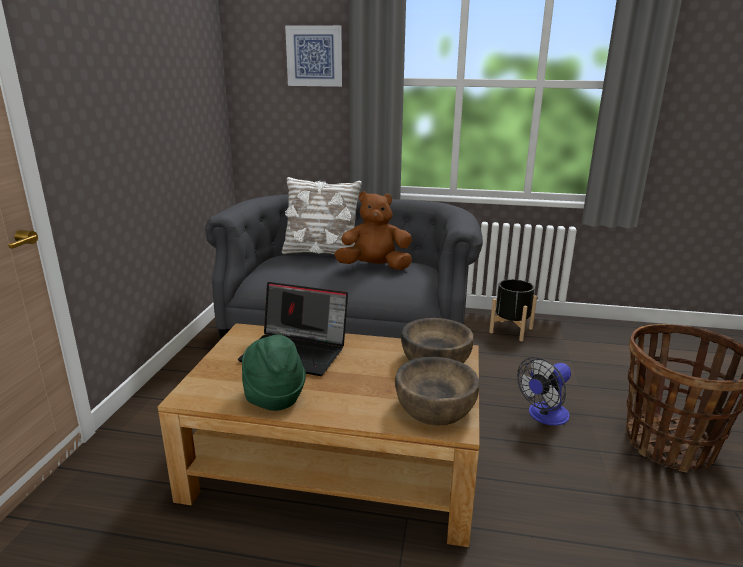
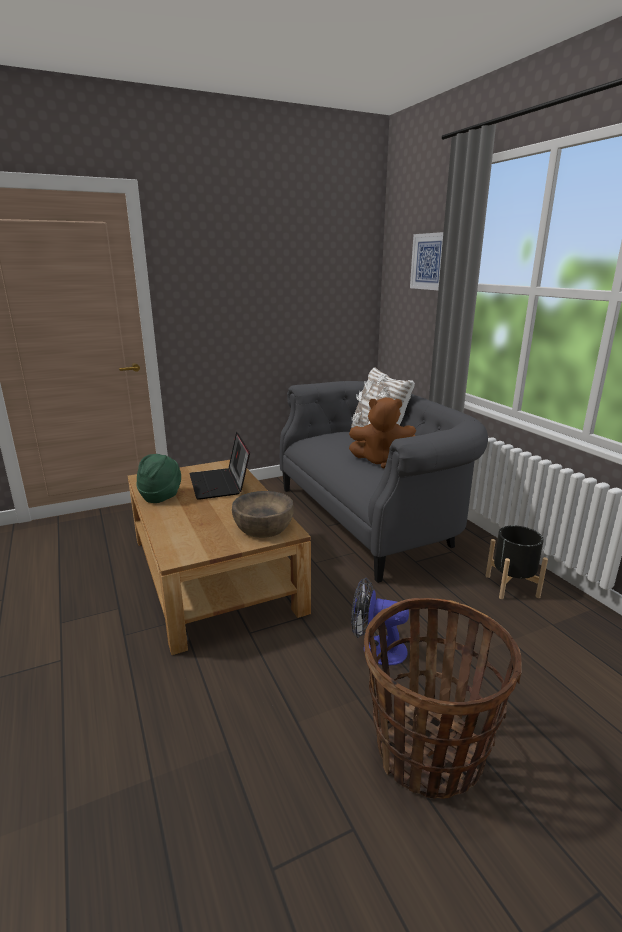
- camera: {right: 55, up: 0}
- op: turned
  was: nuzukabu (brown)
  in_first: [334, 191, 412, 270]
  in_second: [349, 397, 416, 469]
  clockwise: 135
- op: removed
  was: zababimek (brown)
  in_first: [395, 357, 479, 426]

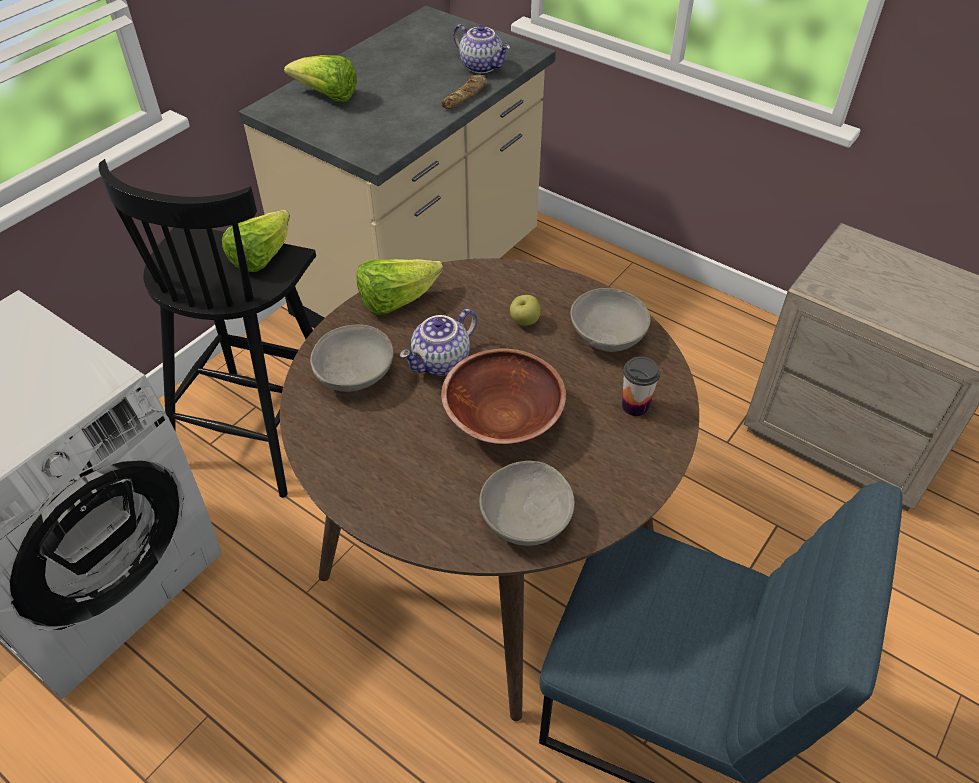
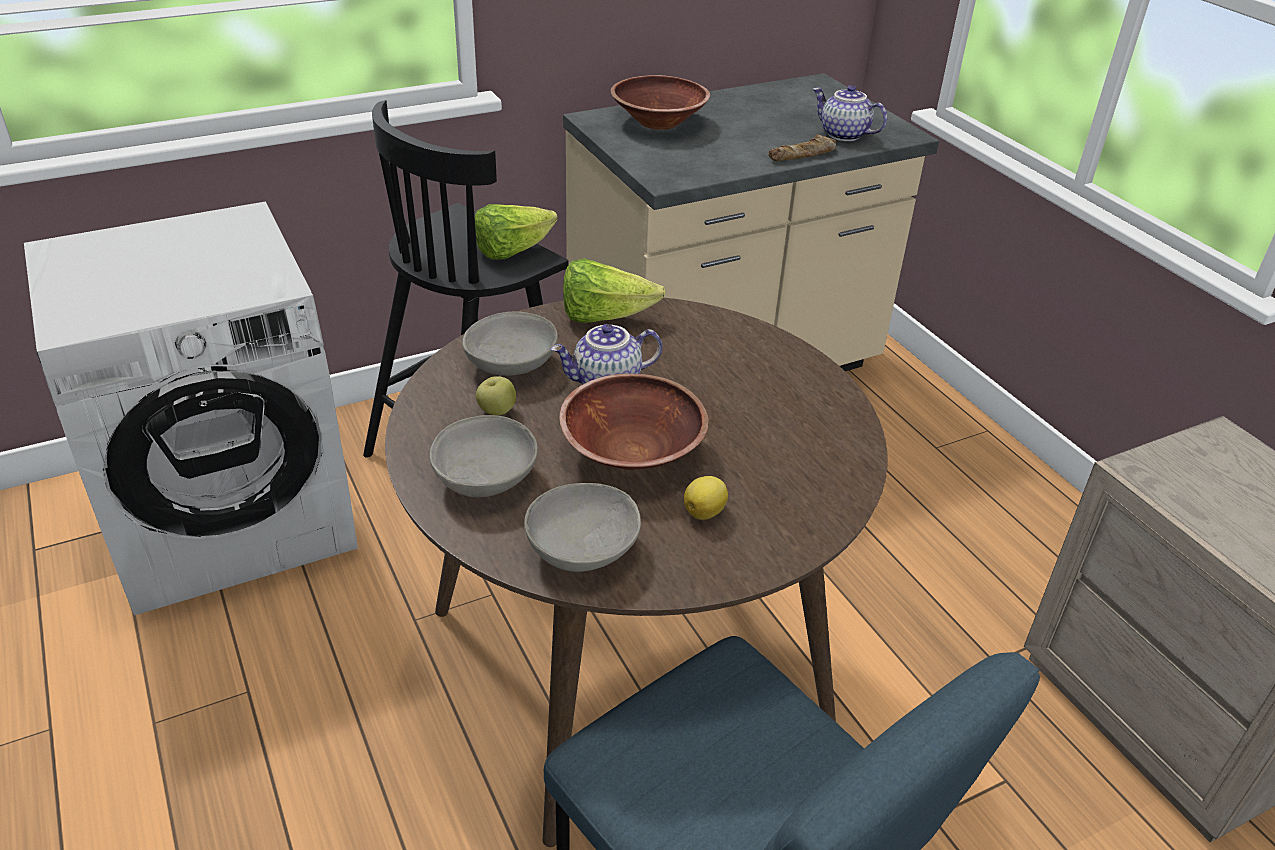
- camera: {right: 25, up: -10}
- op: replaced
  was: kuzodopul
  now: zababimek (brown)
  in_first: [284, 55, 357, 102]
  in_second: [610, 75, 710, 130]
- op: turned
  was: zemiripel
  in_first: [453, 24, 510, 74]
  in_second: [813, 85, 887, 141]
  clockwise: 150
- op: moved
  was: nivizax
  in_first: [510, 295, 541, 326]
  in_second: [476, 376, 516, 415]
- op: moved
  was: zababimek (grey)
  in_first: [571, 288, 650, 352]
  in_second: [429, 415, 538, 497]
- op: removed
  was: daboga
  in_first: [622, 356, 660, 416]
- op: added
  now: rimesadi
  in_second: [684, 476, 728, 520]

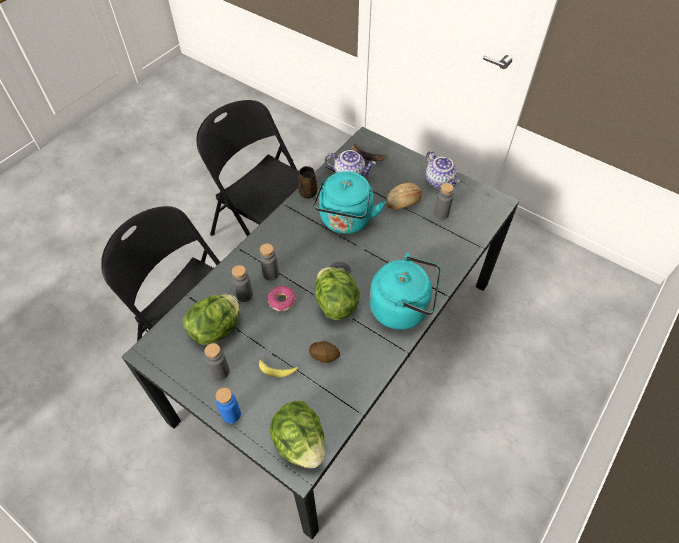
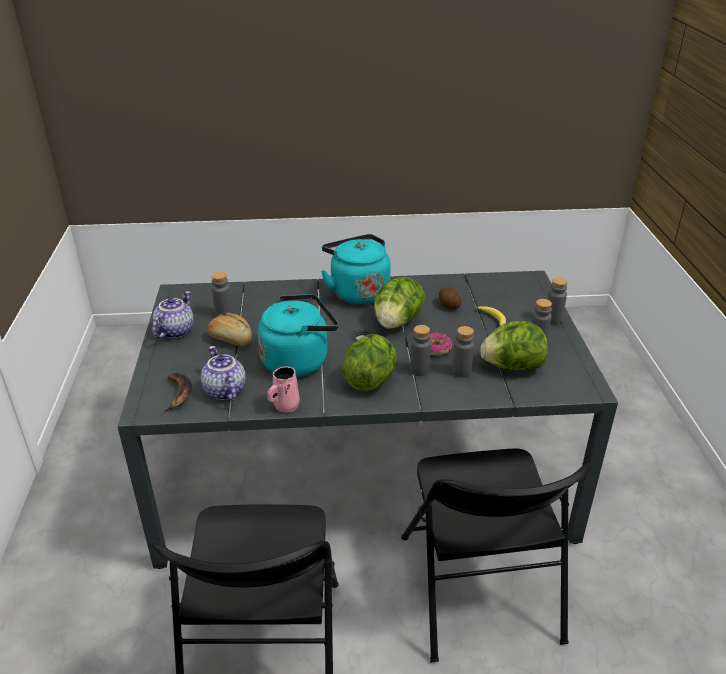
- camera: {right: -130, up: -20}
- op: recoloured
  was: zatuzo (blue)
  now: zatuzo (grey)
  in_first: [215, 388, 241, 423]
  in_second: [547, 277, 567, 325]
- op: moved
  was: kuzodopul
  in_first: [270, 401, 325, 468]
  in_second: [342, 334, 398, 391]
- op: recoloured
  was: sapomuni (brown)
  now: sapomuni (pink)
  in_first: [298, 166, 317, 199]
  in_second: [267, 366, 300, 413]

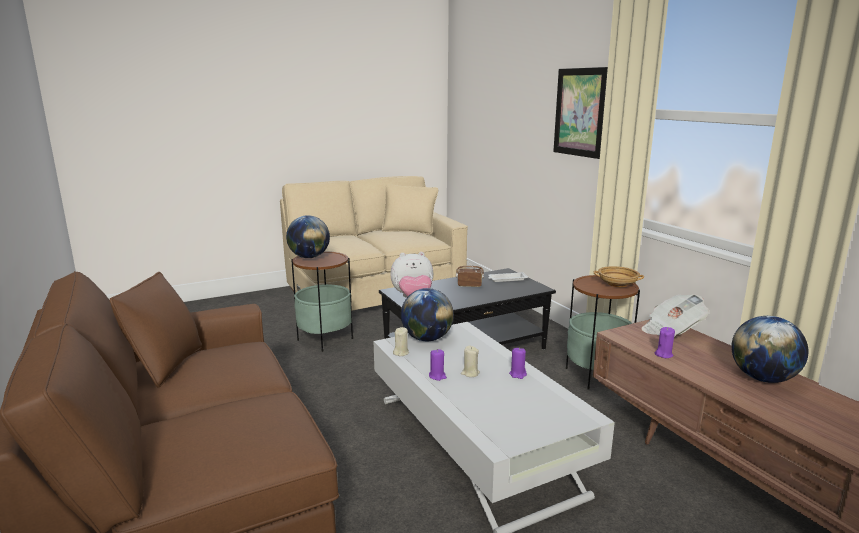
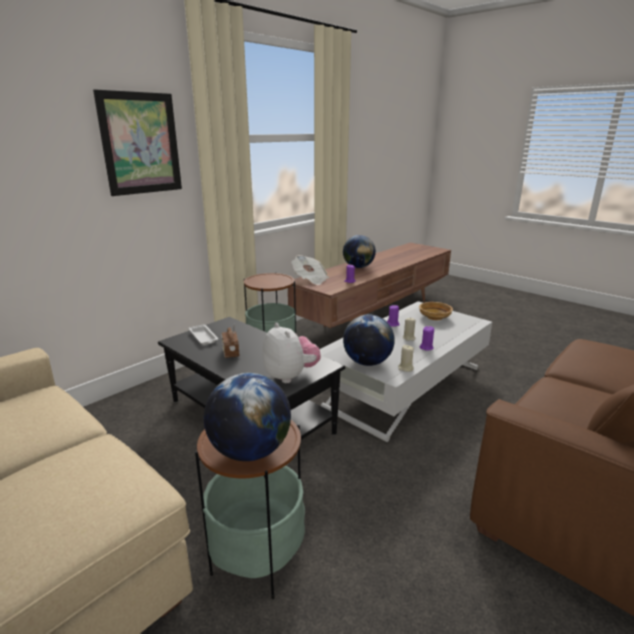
- camera: {right: -110, up: 5}
- op: moved
  was: zababimek (beige)
  in_first: [594, 266, 644, 287]
  in_second: [419, 302, 453, 320]

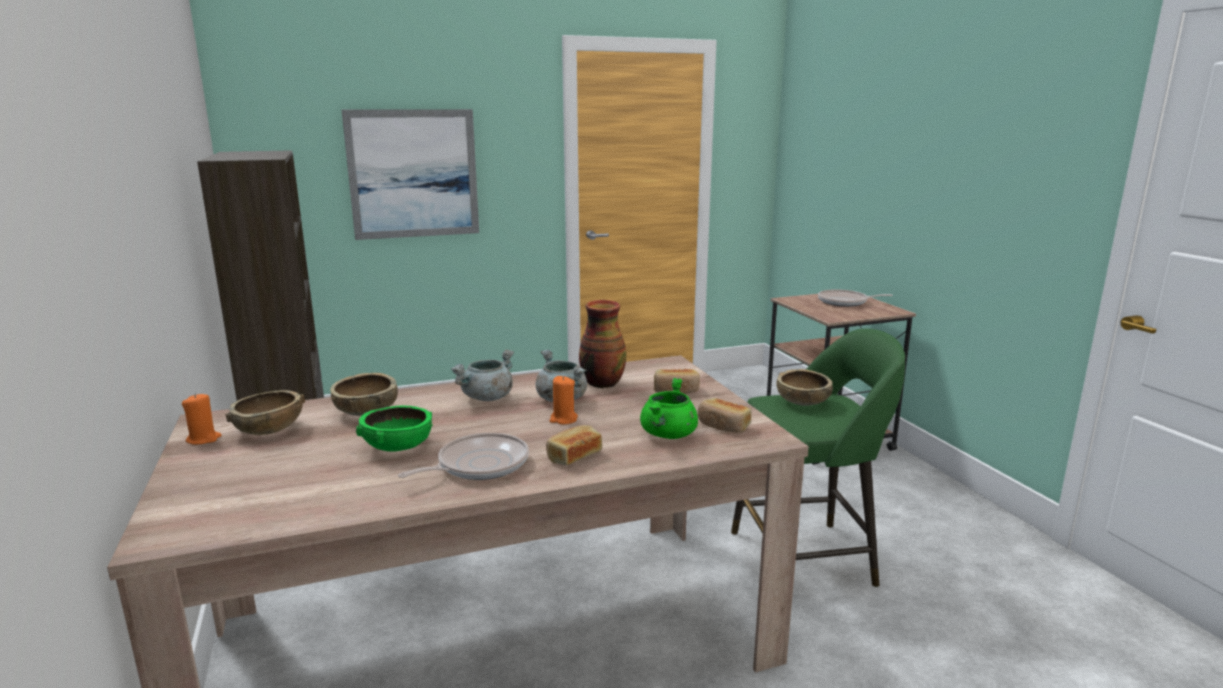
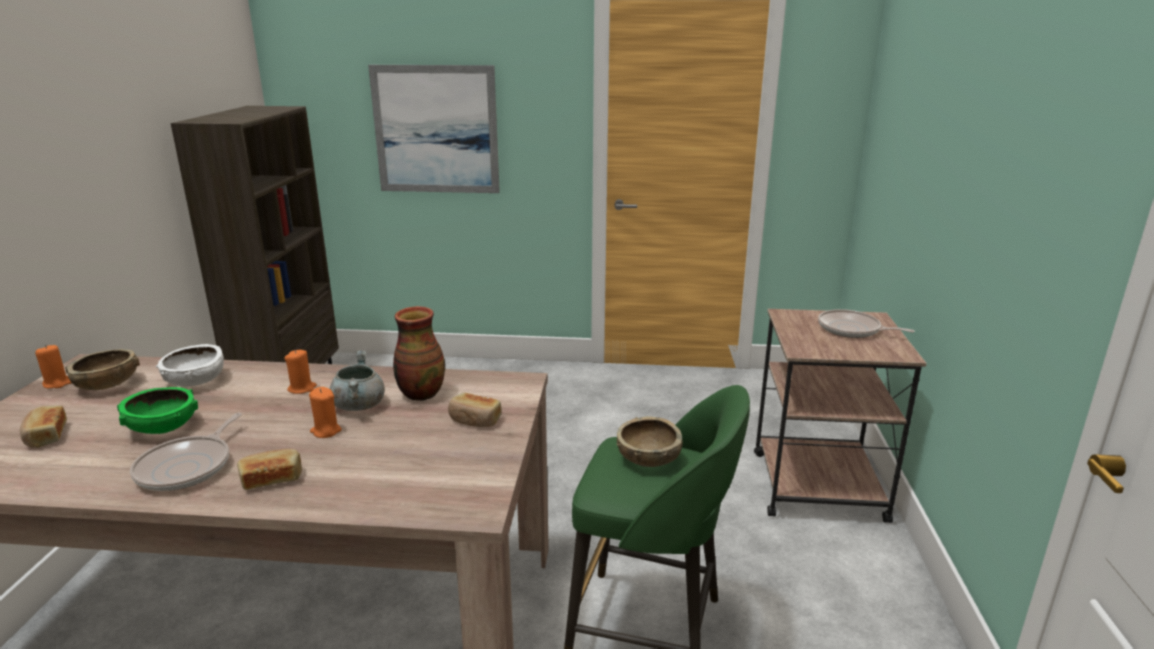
- camera: {right: 25, up: 5}
- op: recoloured
  was: zababimek (brown)
  now: zababimek (white)
  in_first: [330, 373, 398, 416]
  in_second: [156, 344, 224, 387]
- op: turned
  was: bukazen
  in_first: [398, 433, 529, 480]
  in_second: [130, 413, 242, 491]
  clockwise: 120
- op: replaced
  was: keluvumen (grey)
  now: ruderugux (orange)
  in_first: [451, 350, 514, 401]
  in_second: [284, 349, 317, 394]
- op: removed
  was: keluvumen (green)
  in_first: [640, 378, 698, 439]
- op: moved
  was: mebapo
  in_first: [698, 398, 752, 433]
  in_second: [20, 406, 67, 448]

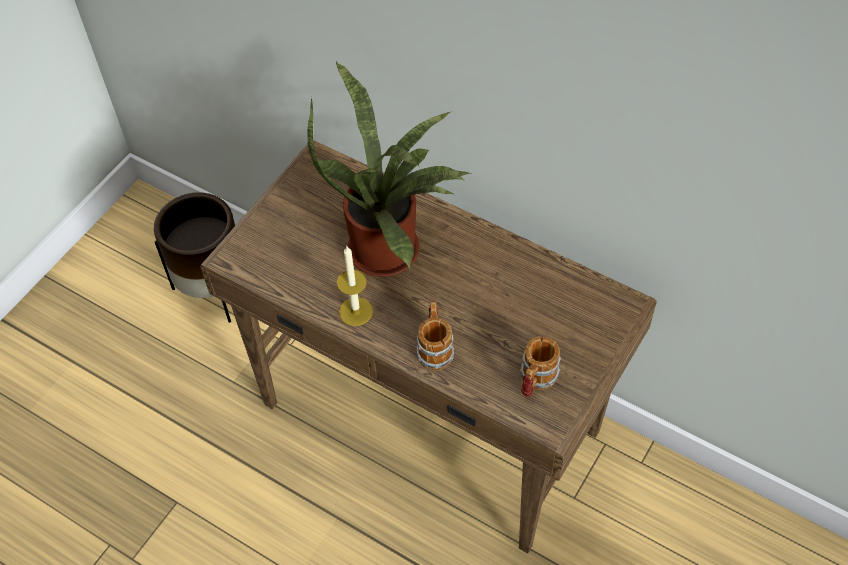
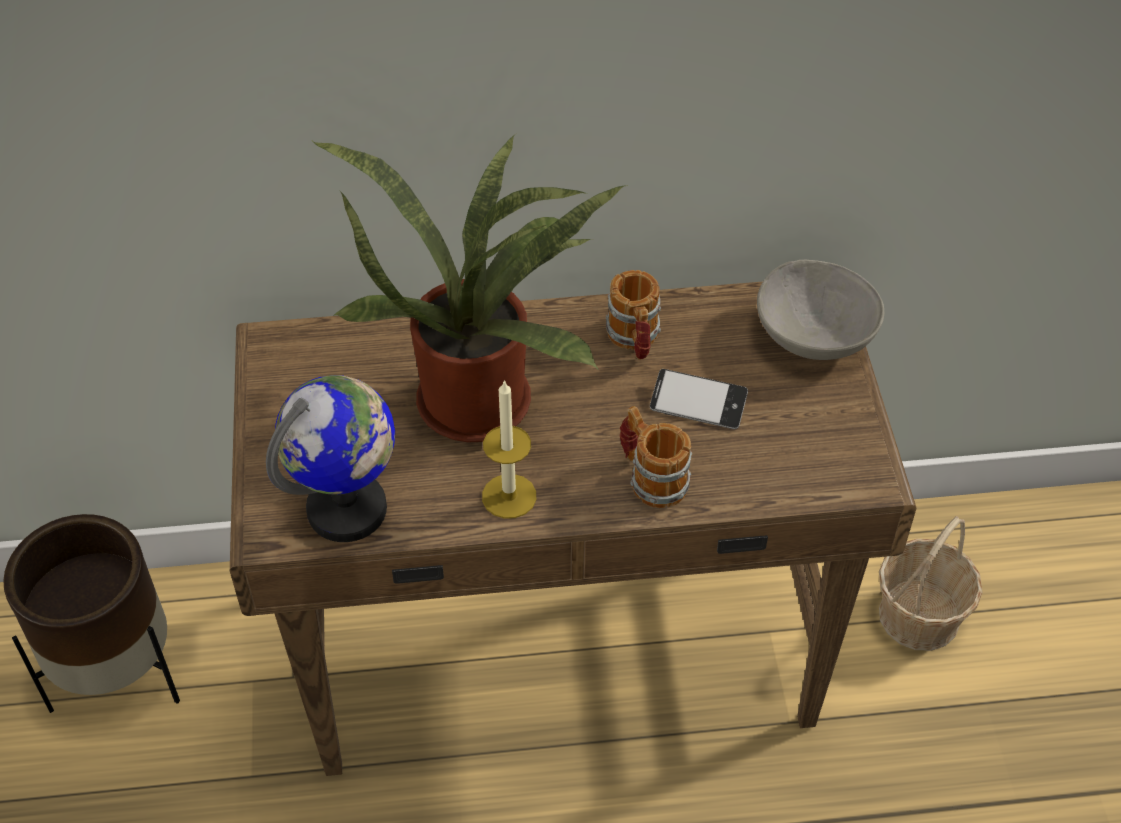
- camera: {right: -40, up: -5}
- op: moved
  was: sapomuni
  in_first: [520, 336, 561, 397]
  in_second: [606, 270, 661, 360]
- op: added
  now: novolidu
  in_second: [266, 375, 395, 542]
- op: added
  now: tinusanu
  in_second: [650, 369, 748, 429]
- op: added
  now: zababimek (grey)
  in_second: [757, 259, 884, 360]
- op: added
  now: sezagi
  in_second: [879, 516, 983, 651]

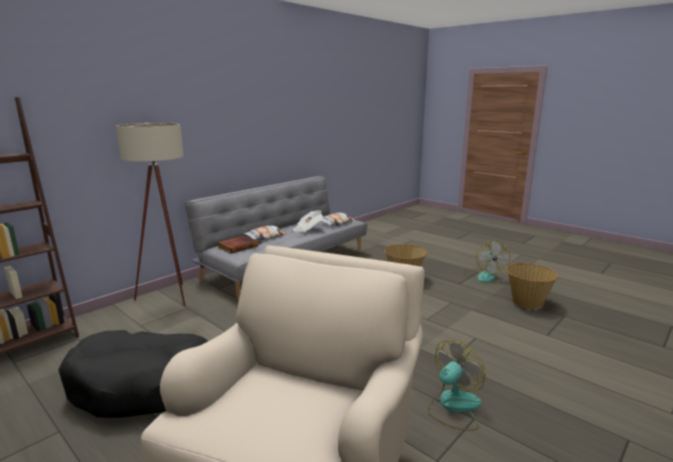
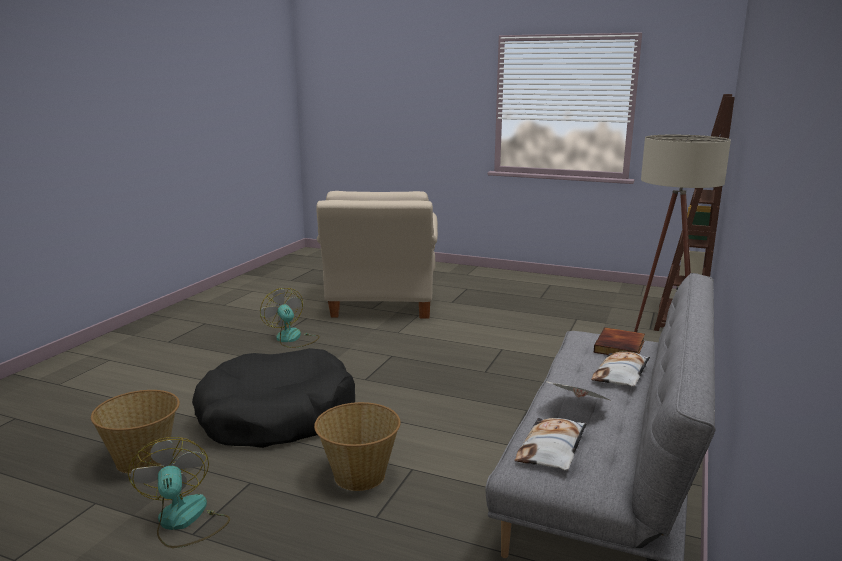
- camera: {right: 160, up: 0}
- op: moved
  was: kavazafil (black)
  in_first: [58, 330, 208, 418]
  in_second: [192, 348, 355, 448]
- op: turned
  was: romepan
  in_first: [428, 340, 485, 431]
  in_second: [260, 288, 320, 348]
  clockwise: 120

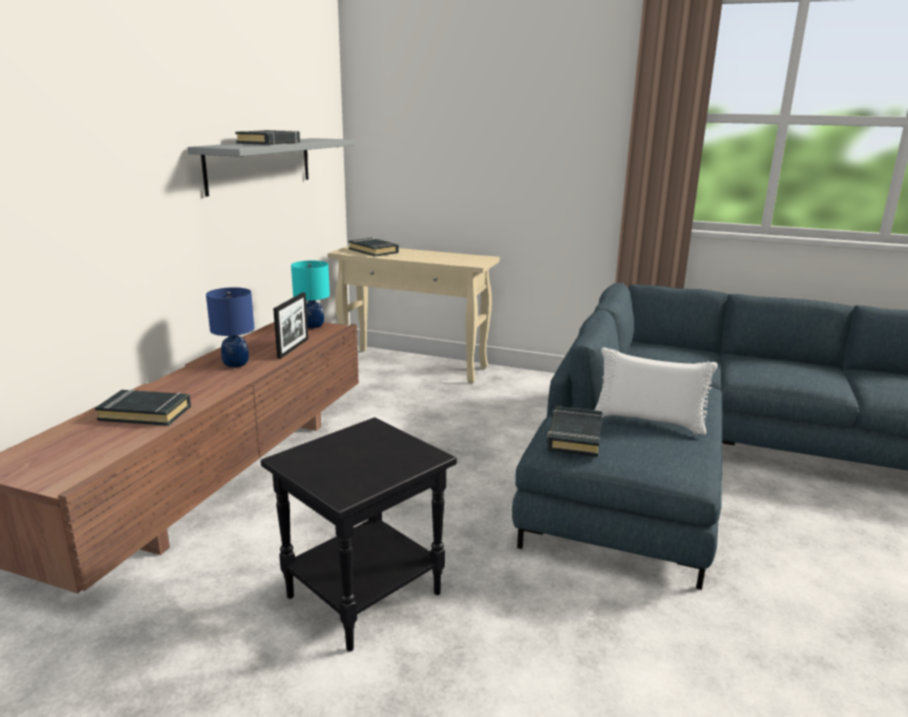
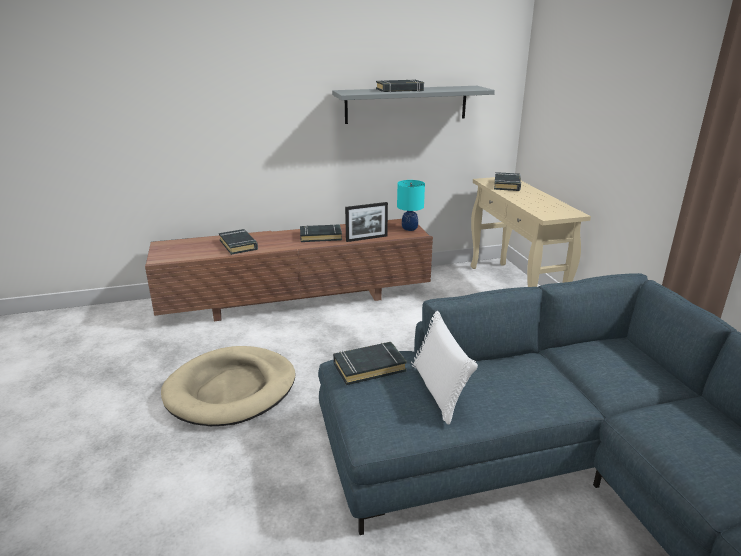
- camera: {right: 55, up: 5}
- op: replaced
  was: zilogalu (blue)
  now: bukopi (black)
  in_first: [206, 287, 254, 367]
  in_second: [300, 224, 342, 242]
- op: replaced
  was: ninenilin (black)
  now: kavazafil (beige)
  in_first: [261, 417, 457, 651]
  in_second: [161, 346, 296, 426]

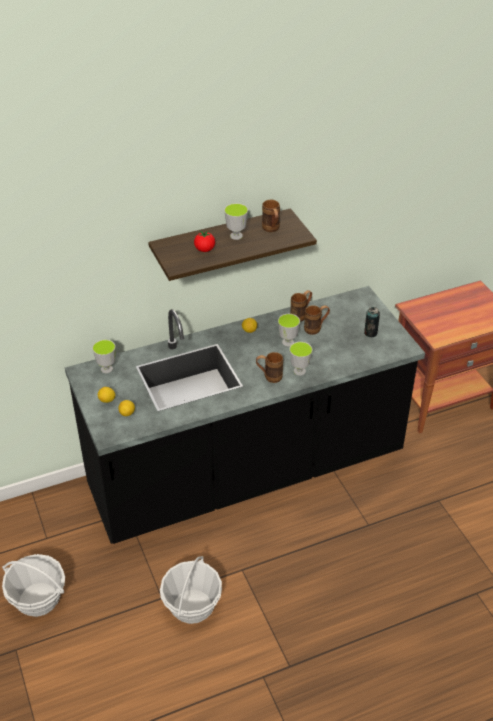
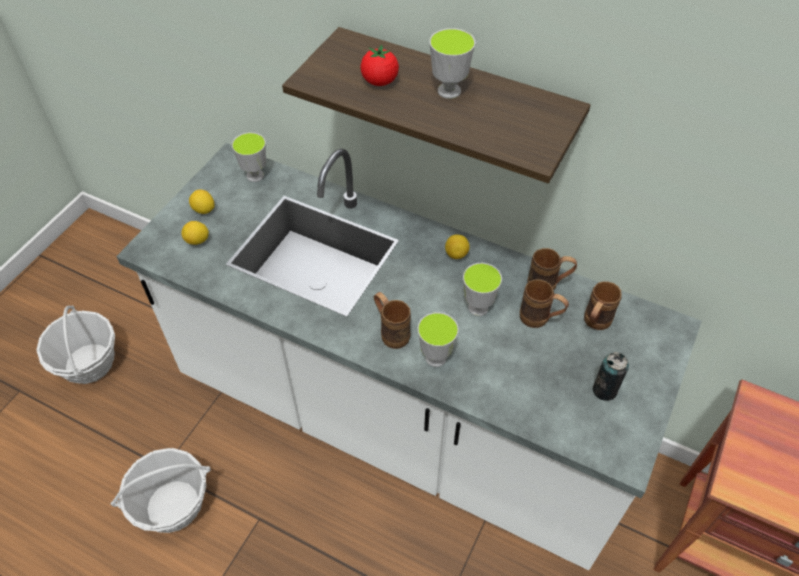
- camera: {right: 50, up: 10}
- op: recoloured
  was: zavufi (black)
  now: zavufi (white)
  in_first: [65, 286, 425, 544]
  in_second: [116, 143, 702, 570]
- op: moved
  was: sapomuni (brown)
  in_first: [262, 200, 280, 232]
  in_second: [584, 281, 622, 330]

